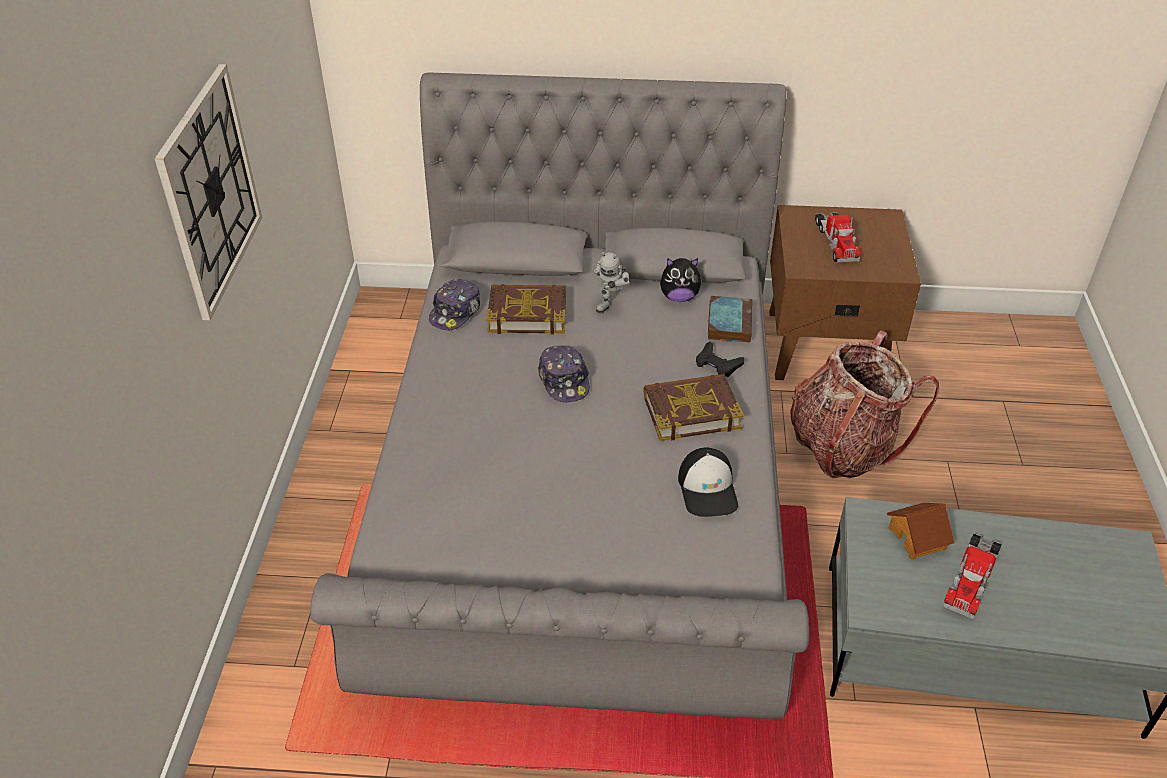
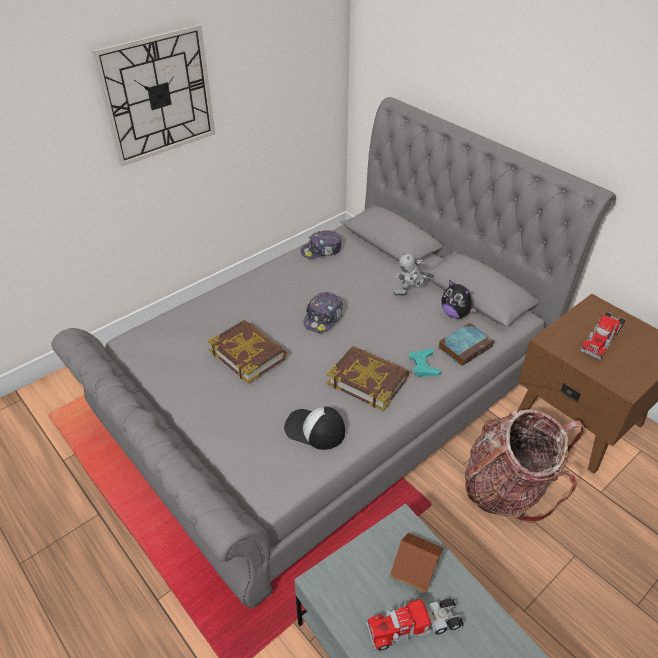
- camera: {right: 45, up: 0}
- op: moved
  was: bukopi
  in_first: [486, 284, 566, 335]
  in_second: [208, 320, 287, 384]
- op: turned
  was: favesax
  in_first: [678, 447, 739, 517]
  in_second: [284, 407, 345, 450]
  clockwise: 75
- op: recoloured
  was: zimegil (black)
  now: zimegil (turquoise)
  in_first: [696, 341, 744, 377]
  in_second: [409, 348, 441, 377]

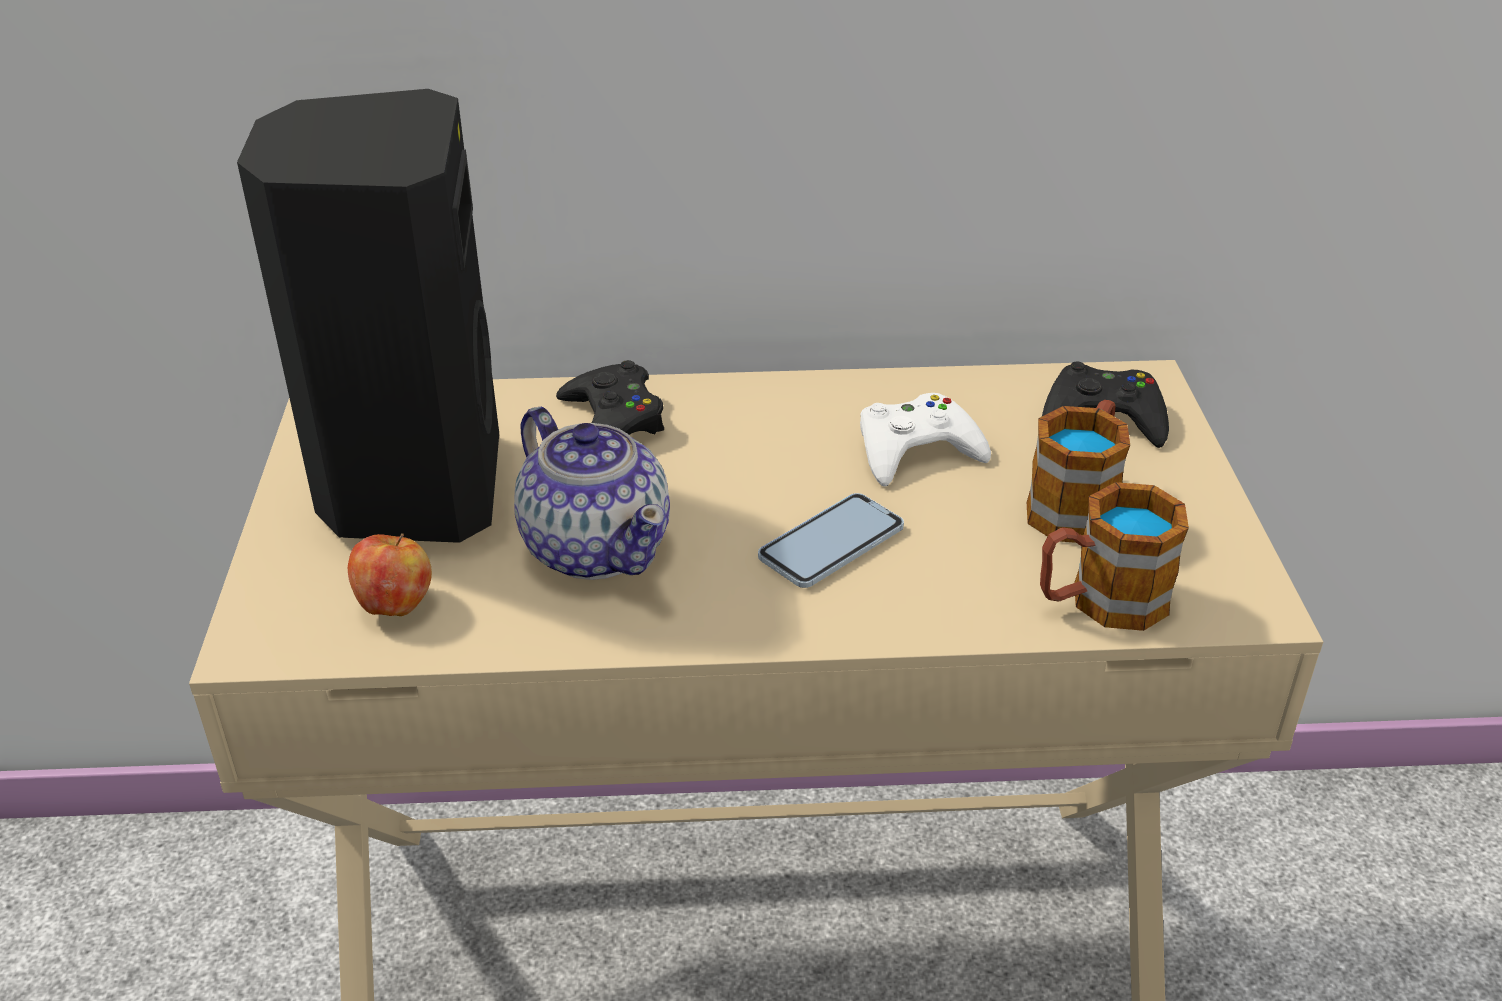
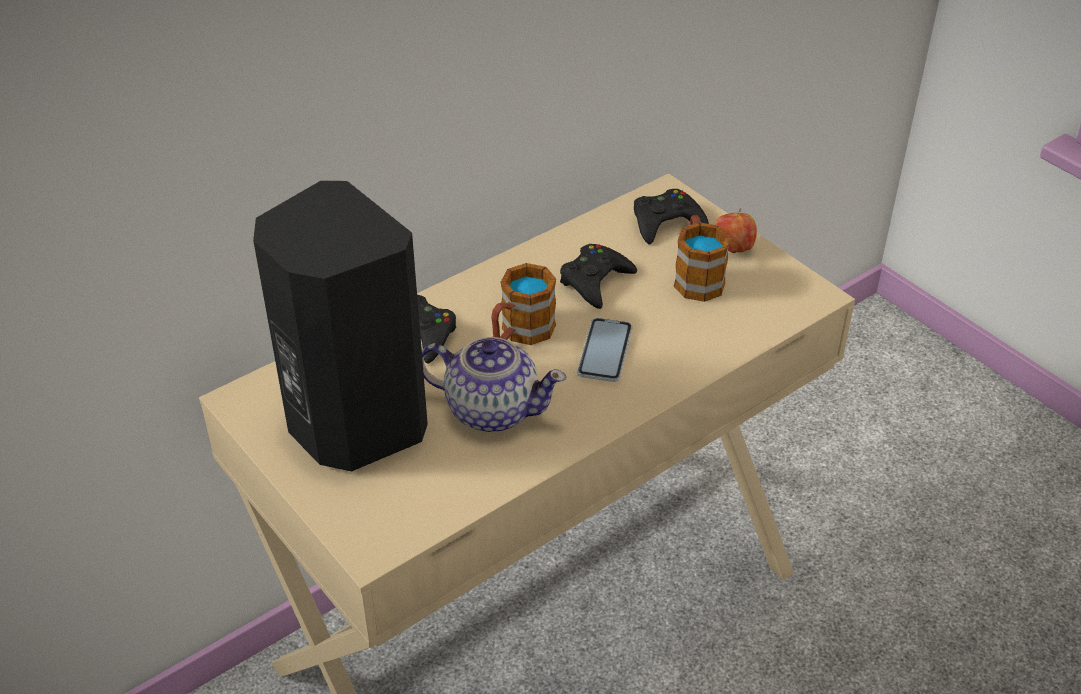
- camera: {right: -35, up: 5}
- op: moved
  was: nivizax
  in_first: [348, 533, 432, 616]
  in_second: [715, 209, 757, 253]
- op: recoloured
  was: zimegil (white)
  now: zimegil (black)
  in_first: [860, 393, 991, 487]
  in_second: [560, 244, 637, 309]
- op: moved
  was: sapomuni
  in_first: [1040, 482, 1189, 631]
  in_second: [491, 263, 556, 345]

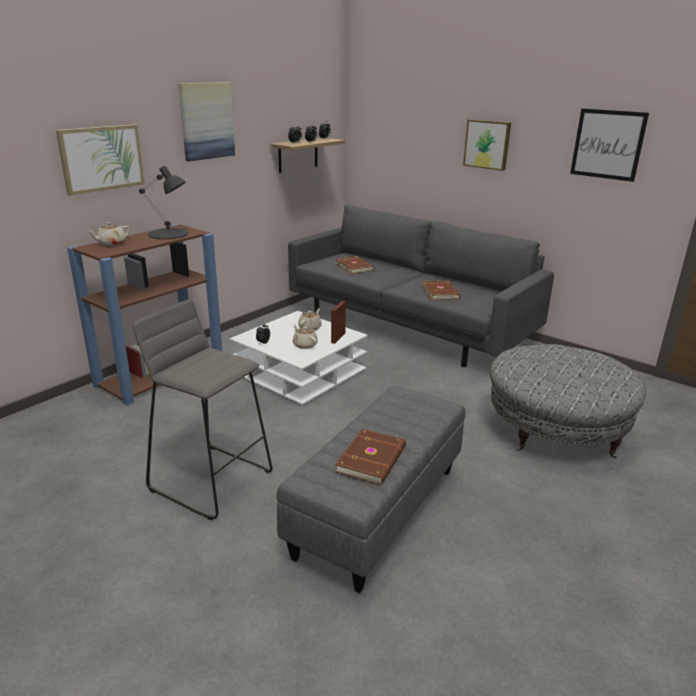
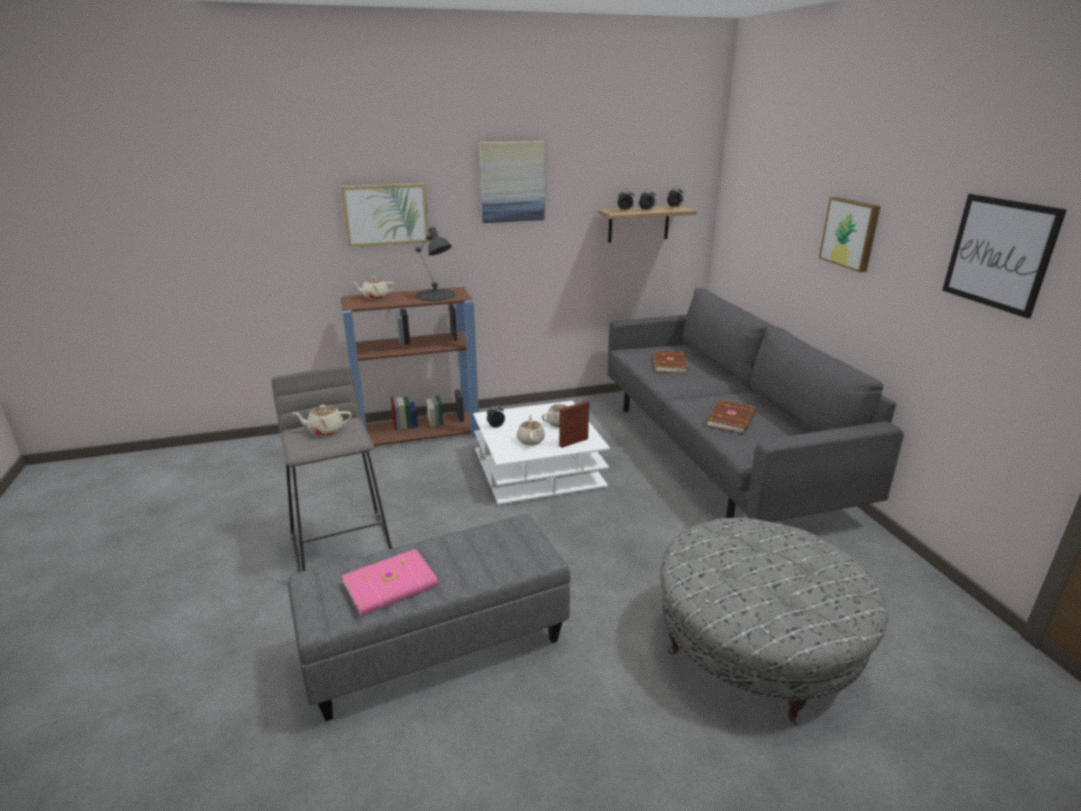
- camera: {right: 35, up: 0}
- op: recoloured
  was: bukopi (brown)
  now: bukopi (pink)
  in_first: [335, 429, 406, 485]
  in_second: [342, 549, 438, 616]
- op: added
  now: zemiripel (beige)
  in_second: [292, 405, 352, 436]

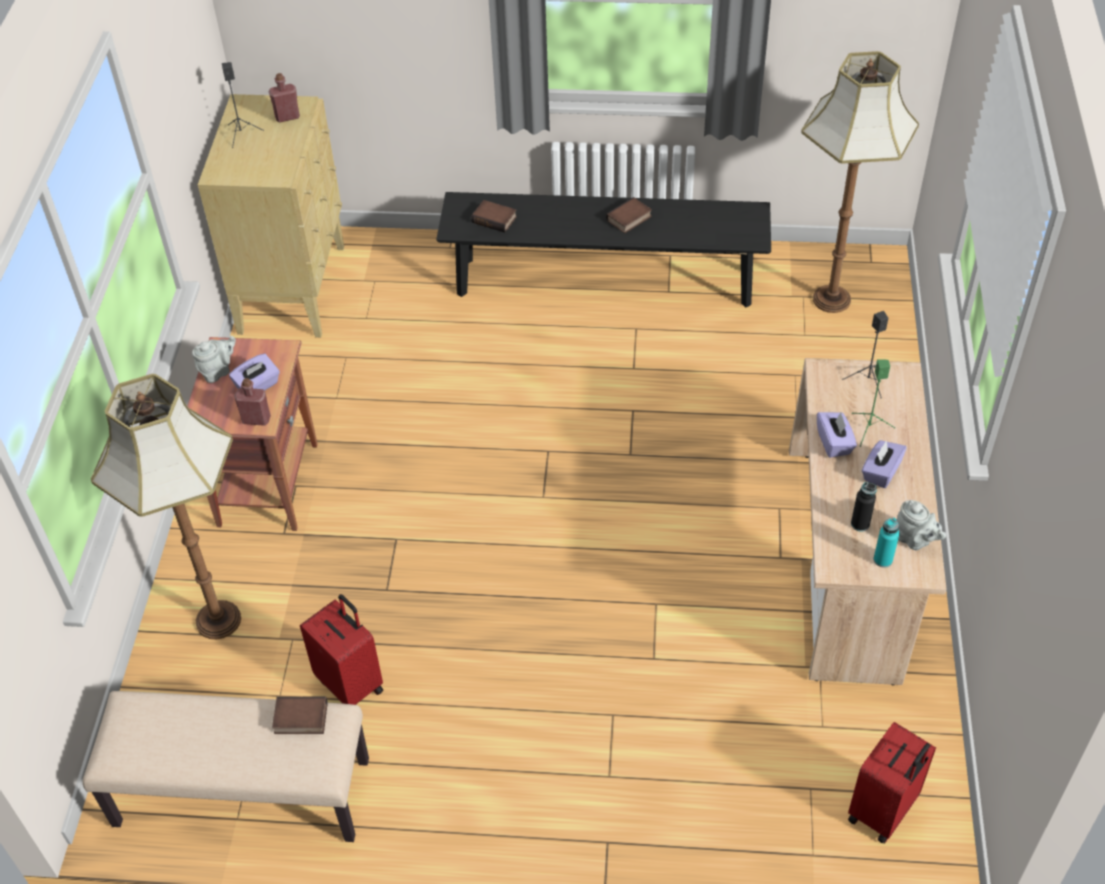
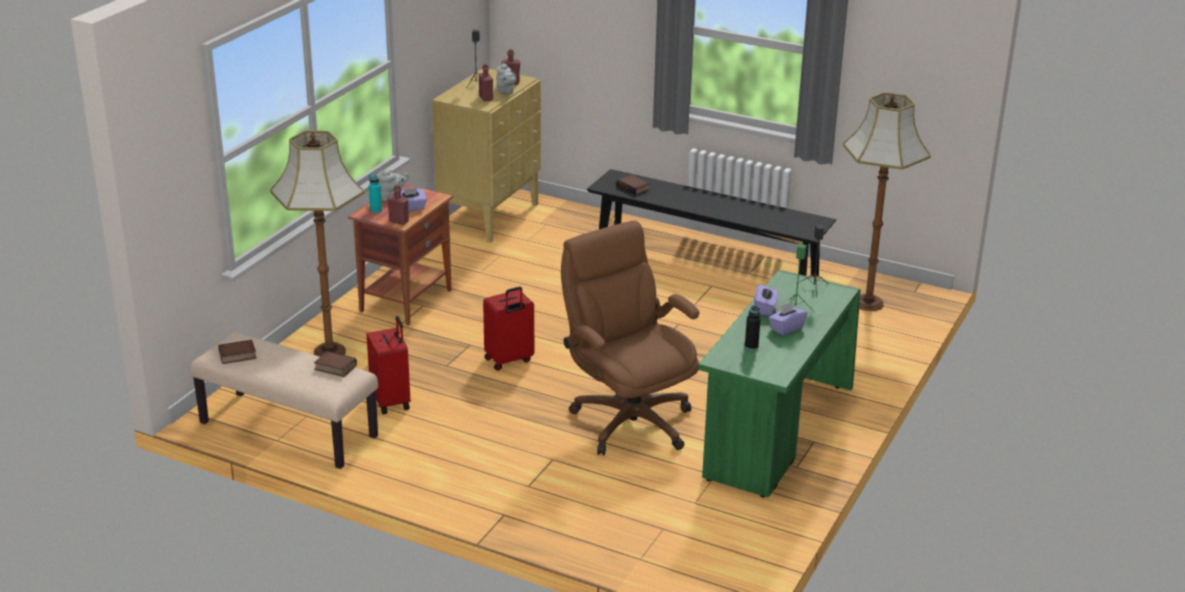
- camera: {right: 20, up: -20}
- op: moved
  was: bukopi
  in_first: [606, 197, 652, 233]
  in_second: [218, 340, 257, 364]
- op: recoloured
  was: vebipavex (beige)
  now: vebipavex (green)
  in_first: [789, 358, 946, 685]
  in_second: [698, 270, 861, 497]
- op: moved
  was: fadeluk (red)
  in_first: [848, 722, 936, 844]
  in_second: [483, 287, 534, 370]
- op: moved
  was: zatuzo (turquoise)
  in_first: [873, 518, 900, 568]
  in_second: [369, 174, 382, 213]
- op: moved
  was: zemiripel (grey)
  in_first: [897, 500, 946, 550]
  in_second: [496, 63, 516, 94]
- op: added
  now: zatuzo (red)
  in_second: [479, 64, 493, 101]
- op: added
  now: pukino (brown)
  in_second: [561, 220, 699, 455]

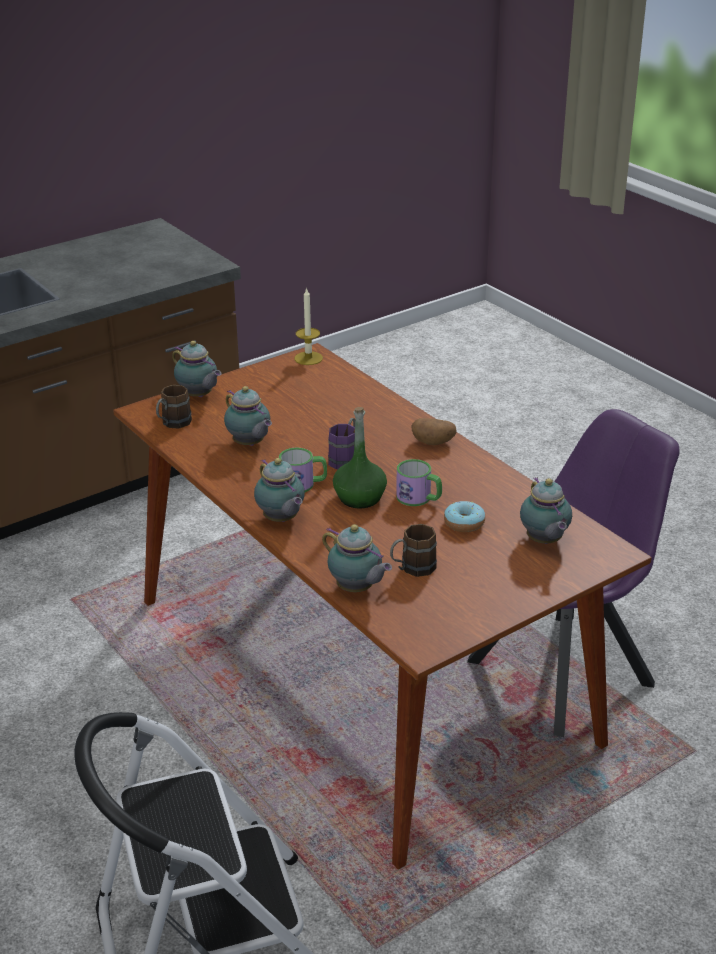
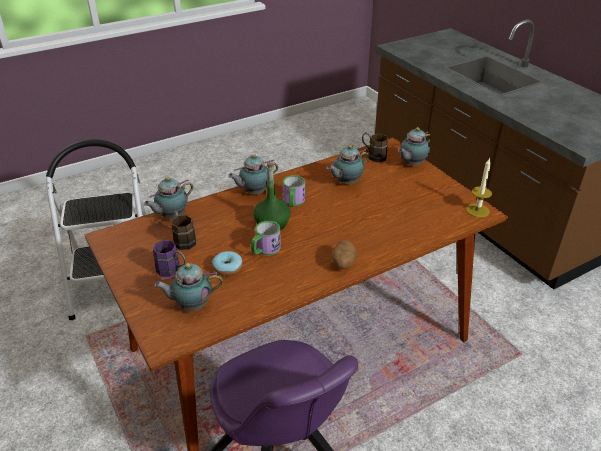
- camera: {right: 95, up: 5}
- op: moved
  was: sapomuni (purple)
  in_first: [328, 418, 355, 470]
  in_second: [153, 240, 186, 277]

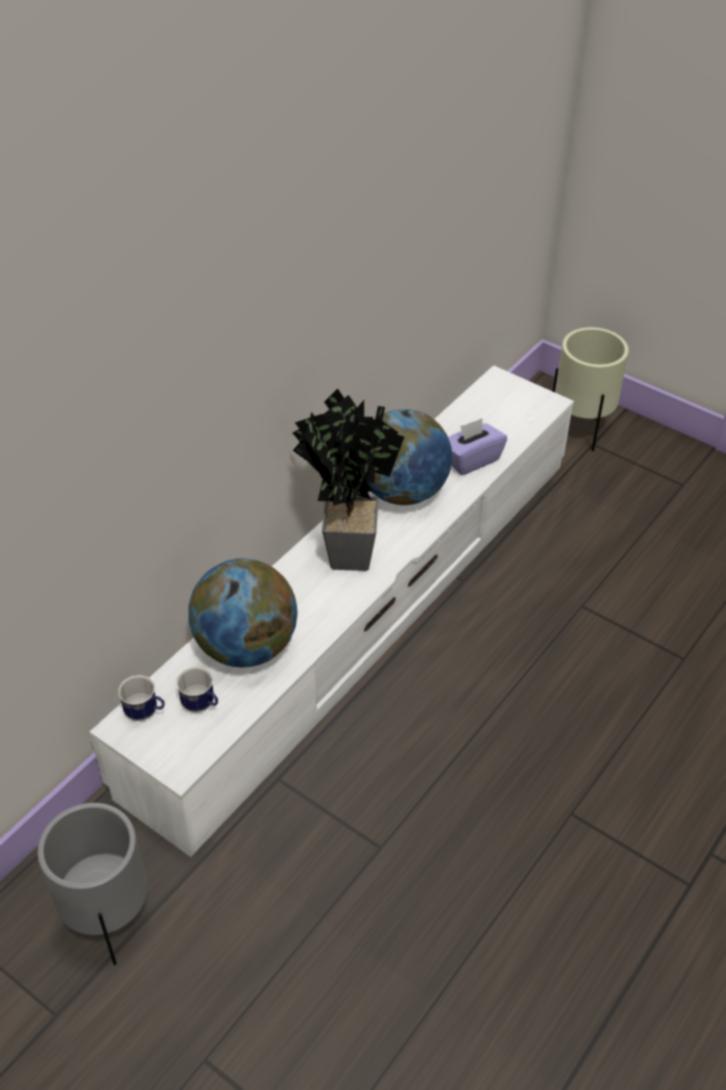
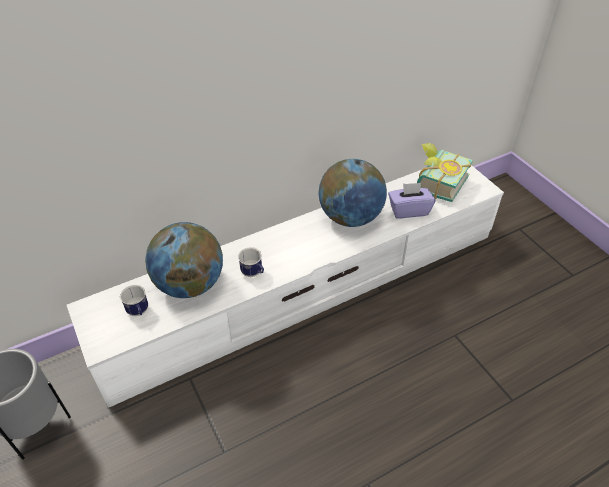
- camera: {right: 25, up: 0}
- op: moved
  was: sapomuni
  in_first: [118, 675, 164, 721]
  in_second: [238, 247, 264, 277]
- op: removed
  was: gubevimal
  in_first: [293, 388, 404, 571]
- op: removed
  was: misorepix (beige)
  in_first: [553, 327, 629, 451]
- op: added
  now: bukopi
  in_second: [417, 143, 473, 202]

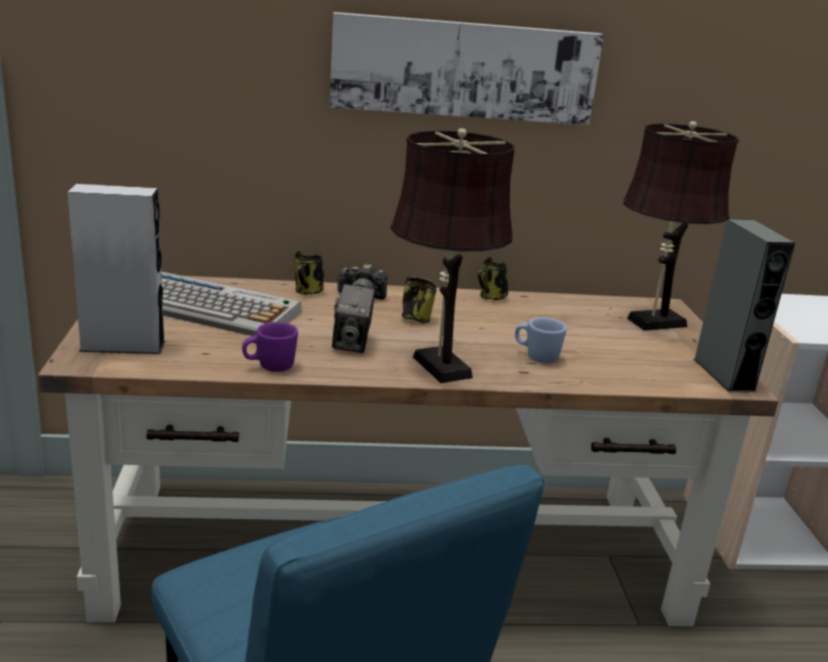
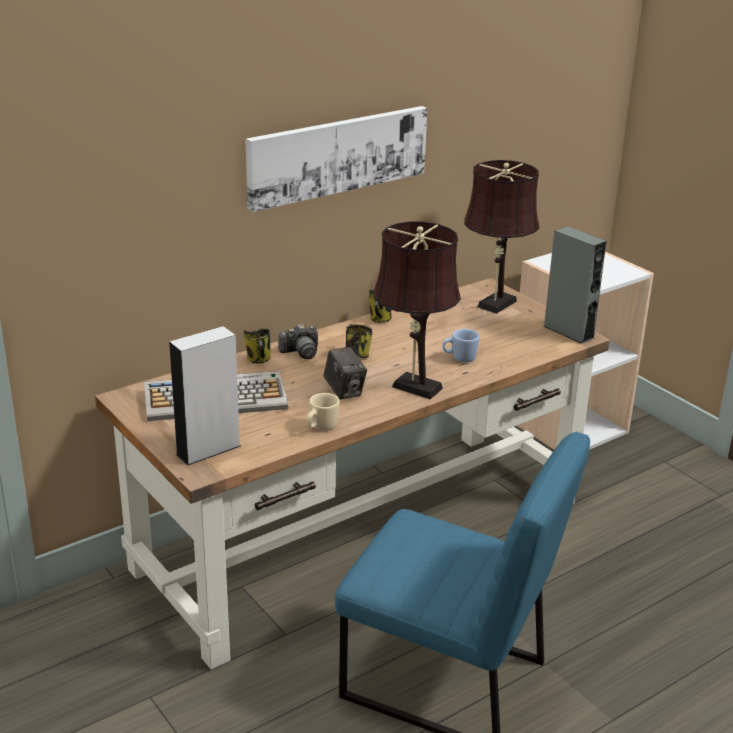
- camera: {right: -30, up: 5}
- op: recoloured
  was: sapomuni (purple)
  now: sapomuni (beige)
  in_first: [242, 322, 298, 372]
  in_second: [306, 393, 340, 431]

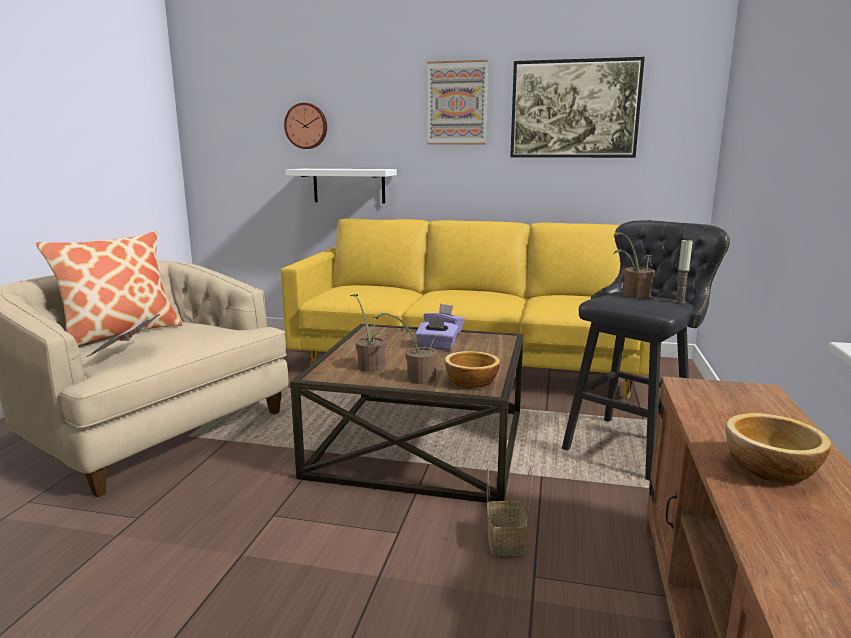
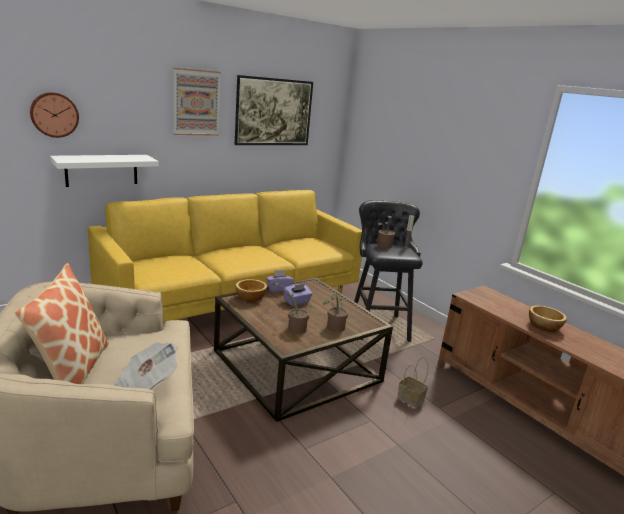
- camera: {right: -50, up: 5}
- op: moved
  was: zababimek
  in_first: [445, 351, 500, 388]
  in_second: [236, 279, 267, 302]

